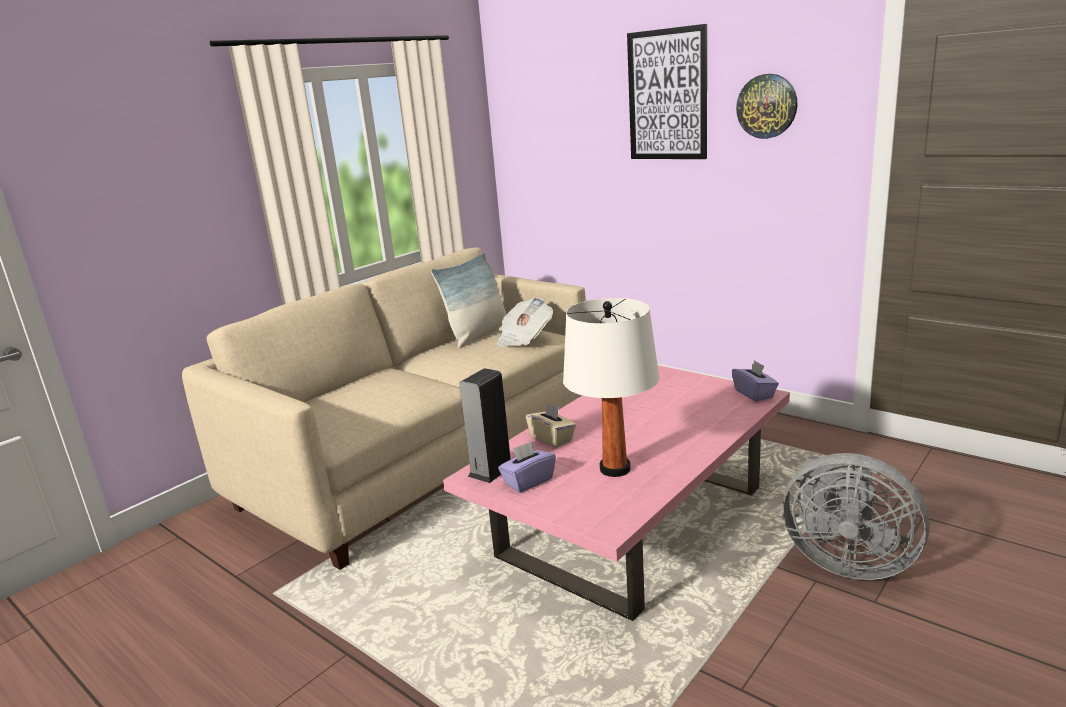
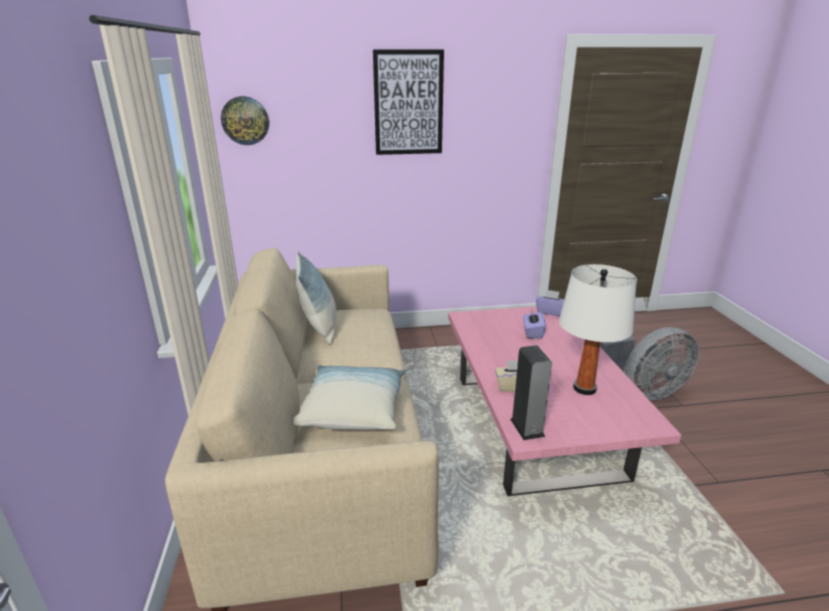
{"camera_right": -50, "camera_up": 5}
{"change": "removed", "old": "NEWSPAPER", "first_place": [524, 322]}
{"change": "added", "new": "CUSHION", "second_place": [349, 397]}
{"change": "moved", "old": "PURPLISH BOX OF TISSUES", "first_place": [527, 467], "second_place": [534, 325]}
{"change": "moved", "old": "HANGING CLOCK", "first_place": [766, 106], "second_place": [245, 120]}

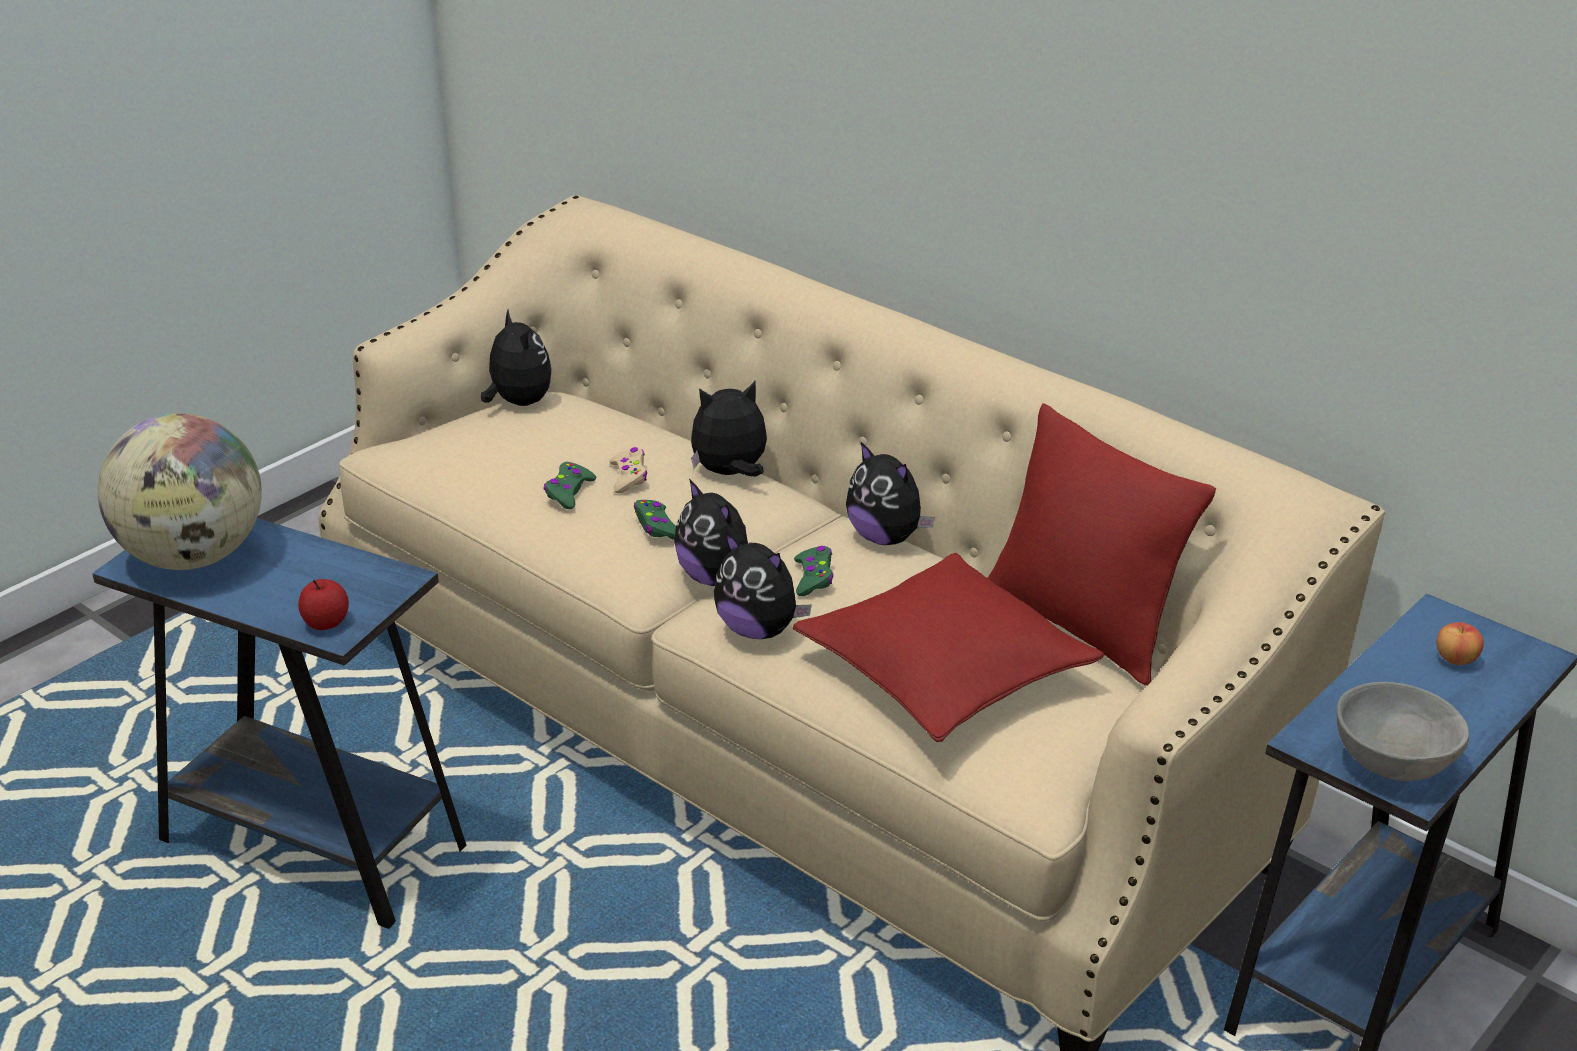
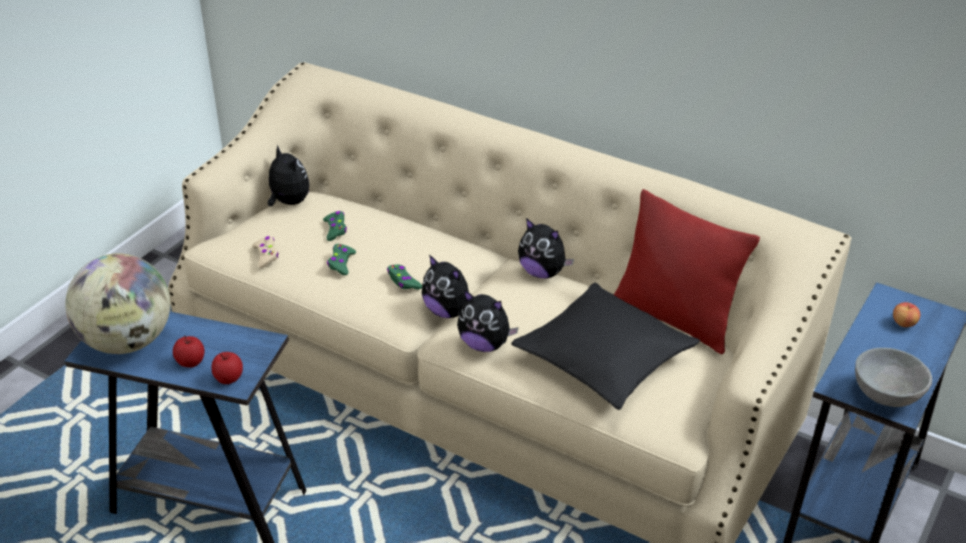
{"camera_right": -10, "camera_up": 5}
{"change": "removed", "old": "SOFT TOY", "first_place": [729, 429]}
{"change": "added", "new": "APPLE", "second_place": [189, 351]}
{"change": "moved", "old": "BEIGE-COLOURED JOYPAD", "first_place": [628, 470], "second_place": [265, 252]}
{"change": "moved", "old": "GREEN JOYPAD", "first_place": [813, 571], "second_place": [335, 226]}
{"change": "recoloured", "old": "RED CUSHION", "new": "BLACK-COLOURED CUSHION", "first_place": [948, 647], "second_place": [605, 346]}

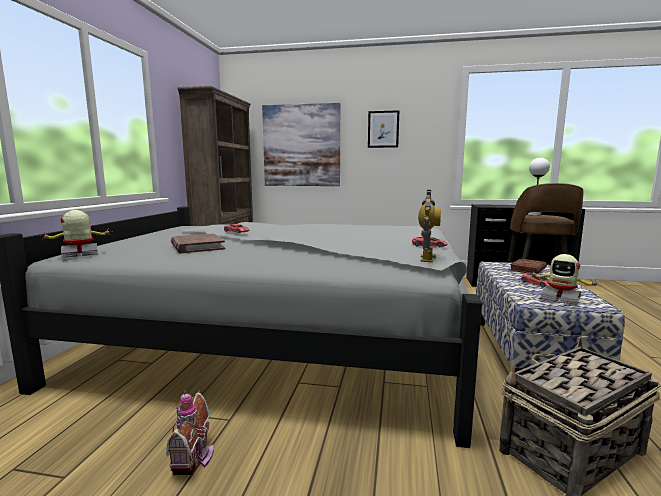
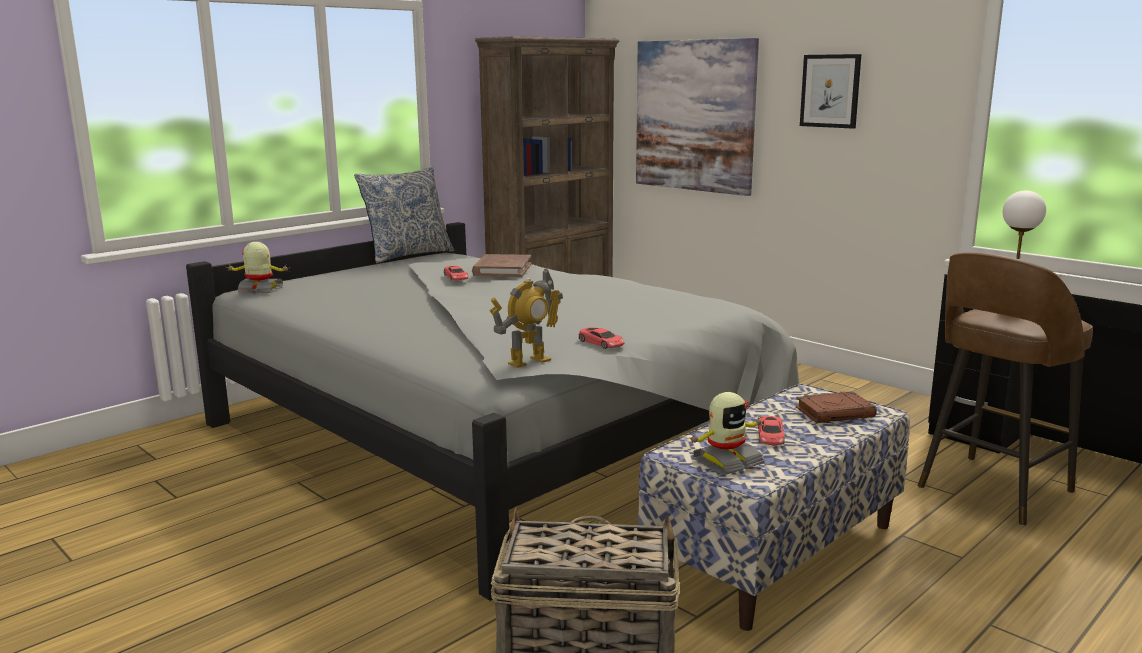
{"camera_right": 35, "camera_up": 5}
{"change": "removed", "old": "MINIATURE HOUSE", "first_place": [190, 433]}
{"change": "added", "new": "CUSHION", "second_place": [404, 215]}
{"change": "moved", "old": "BROWN-COLOURED BOOK", "first_place": [198, 243], "second_place": [501, 265]}
{"change": "turned", "old": "MODEL ROBOT", "first_place": [564, 279], "second_place": [725, 433], "degrees": -105}

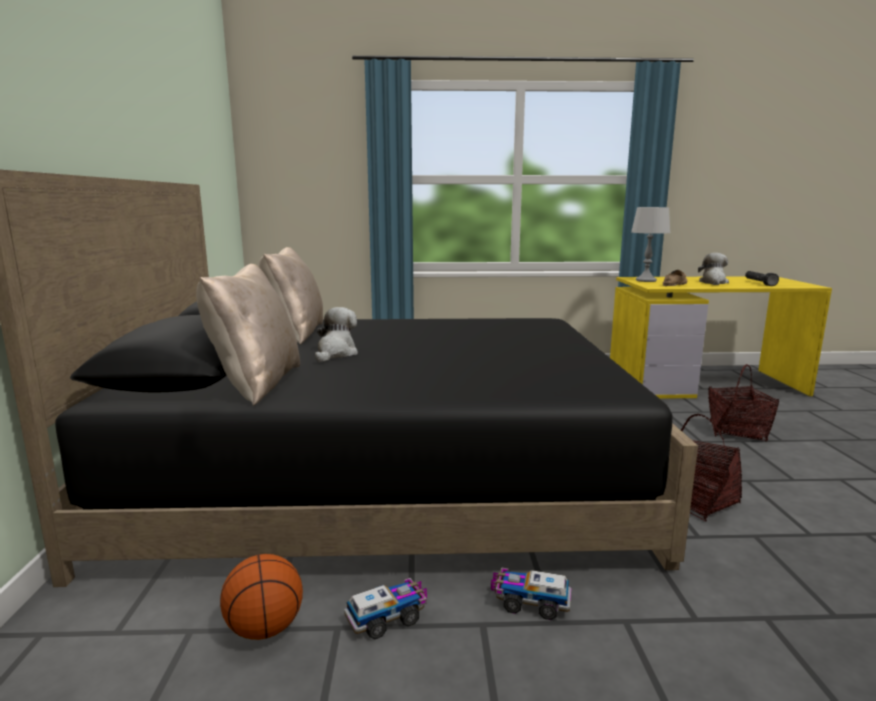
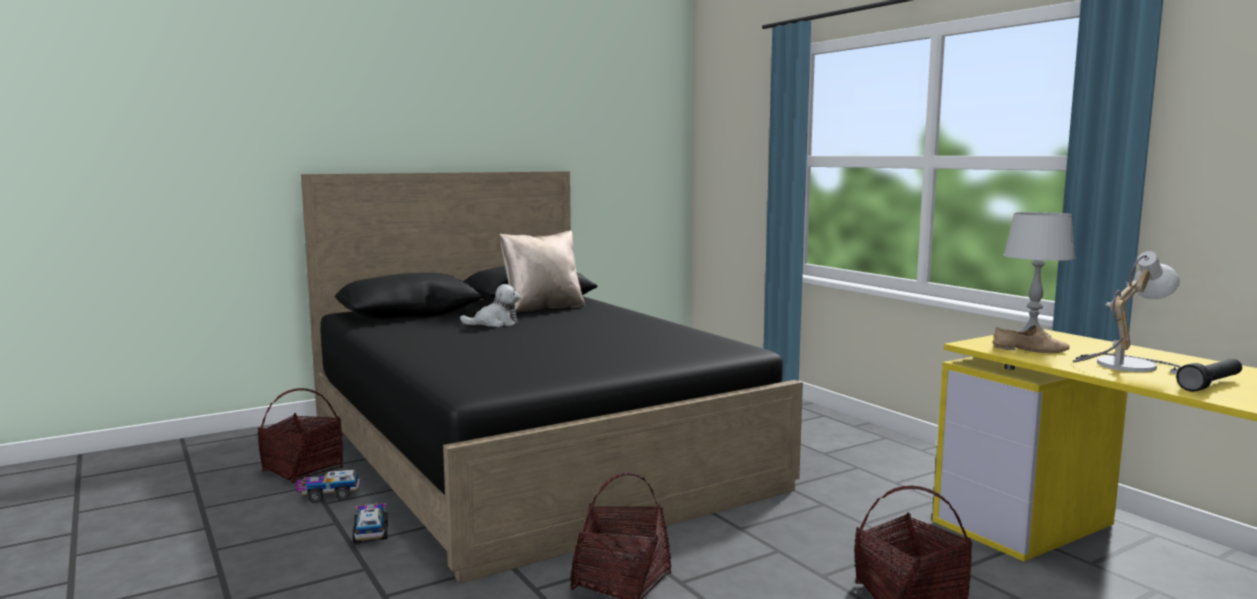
{"camera_right": 60, "camera_up": -5}
{"change": "removed", "old": "BEIGE-COLOURED CUSHION", "first_place": [248, 335]}
{"change": "replaced", "old": "BALL FOR BASKETBALL", "new": "STORAGE BASKET", "first_place": [261, 597], "second_place": [300, 435]}
{"change": "replaced", "old": "SOFT TOY", "new": "TABLETOP LAMP", "first_place": [713, 269], "second_place": [1127, 312]}
{"change": "turned", "old": "TOY LORRY", "first_place": [385, 609], "second_place": [328, 486], "degrees": 135}

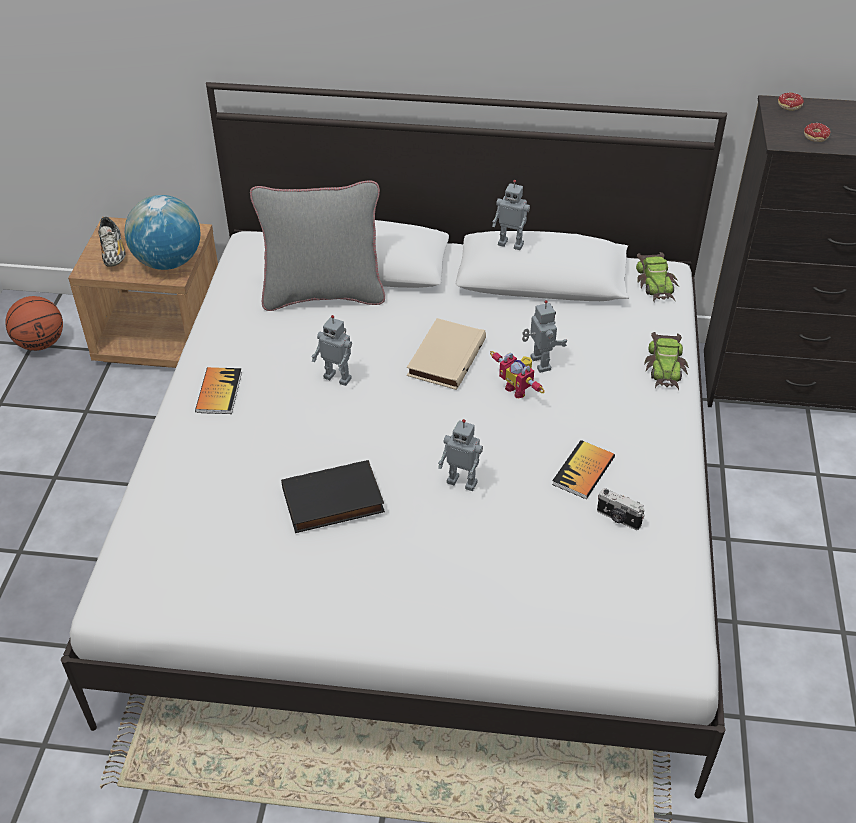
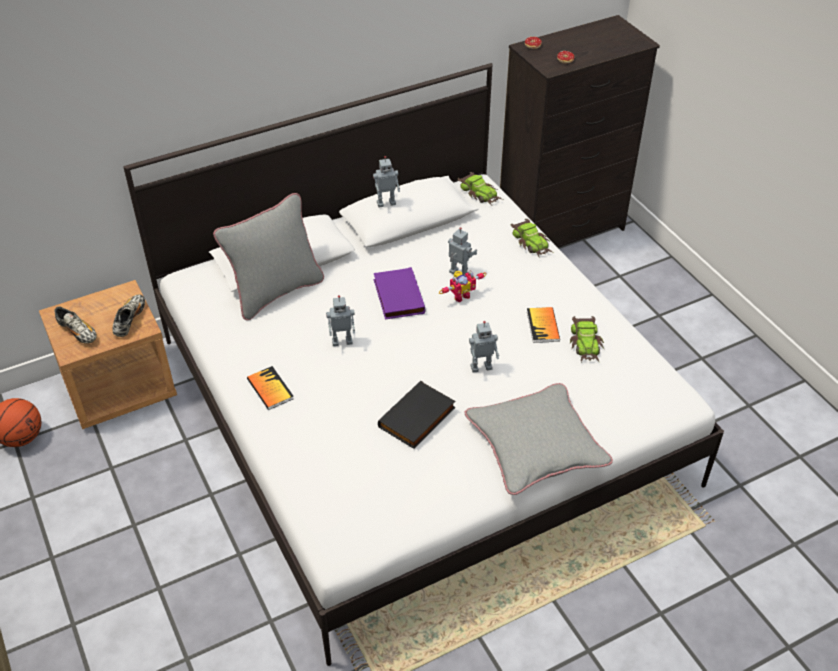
{"camera_right": -35, "camera_up": 0}
{"change": "added", "new": "GREYISH CUSHION", "second_place": [539, 439]}
{"change": "replaced", "old": "WORLD GLOBE", "new": "ITEM OF FOOTWEAR", "first_place": [163, 232], "second_place": [128, 315]}
{"change": "replaced", "old": "PHOTO CAMERA", "new": "TOY CAR", "first_place": [621, 509], "second_place": [587, 339]}
{"change": "recoloured", "old": "BEIGE-COLOURED BOOK", "new": "PURPLISH BOOK", "first_place": [446, 354], "second_place": [400, 293]}
{"change": "turned", "old": "MODEL ROBOT", "first_place": [517, 374], "second_place": [463, 286], "degrees": -45}

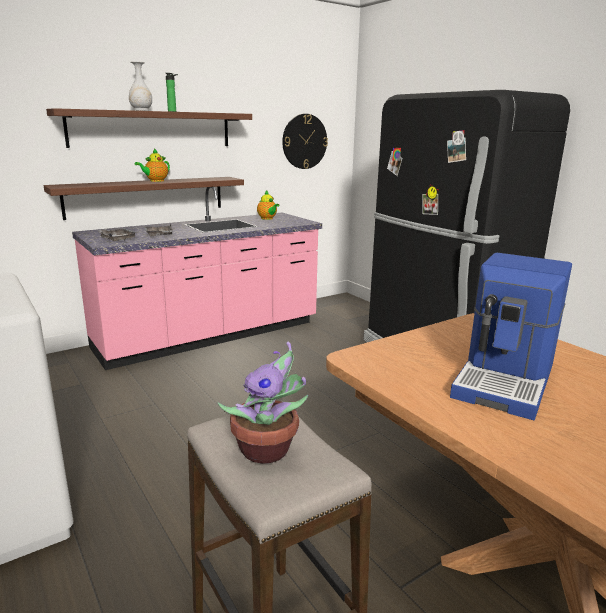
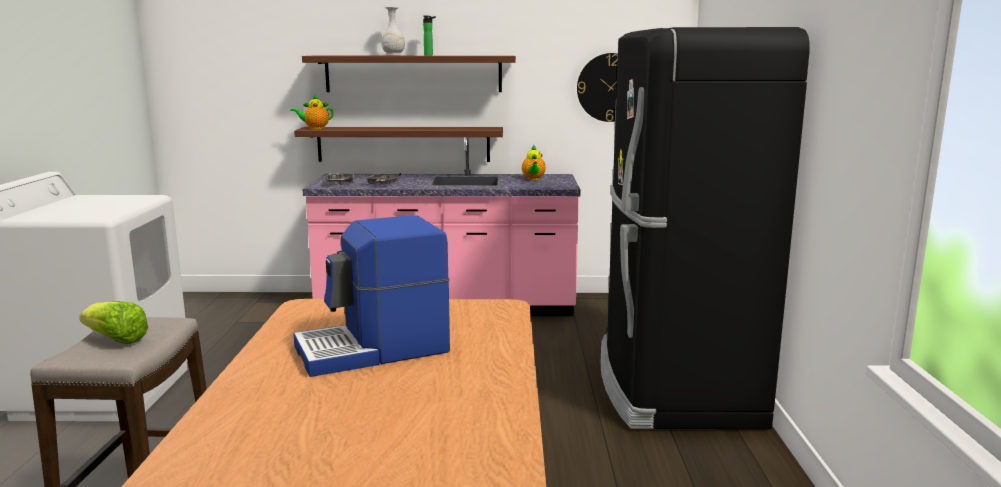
{"camera_right": 35, "camera_up": -5}
{"change": "moved", "old": "POT FOR TEA", "first_place": [152, 165], "second_place": [312, 111]}
{"change": "replaced", "old": "HOUSEPLANT", "new": "HEAD OF LETTUCE", "first_place": [263, 403], "second_place": [113, 322]}

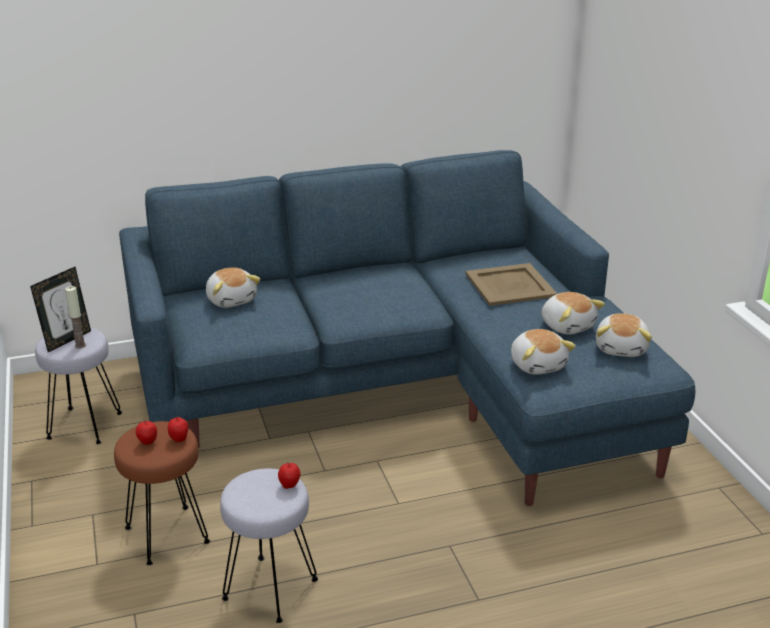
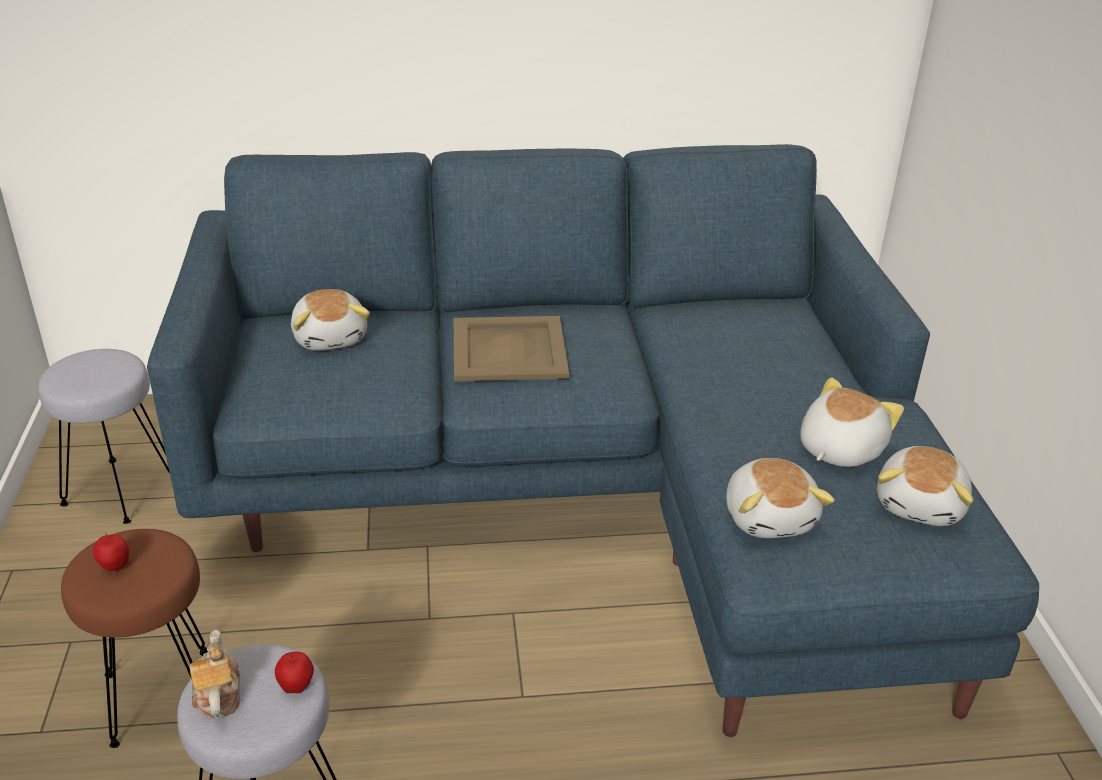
{"camera_right": 10, "camera_up": 5}
{"change": "removed", "old": "PICTURE FRAME", "first_place": [60, 309]}
{"change": "removed", "old": "WAX CANDLE", "first_place": [75, 317]}
{"change": "removed", "old": "APPLE", "first_place": [178, 429]}
{"change": "added", "new": "POT FOR TEA", "second_place": [215, 674]}
{"change": "moved", "old": "BEIGE-COLOURED SERVING TRAY", "first_place": [511, 284], "second_place": [511, 348]}
{"change": "turned", "old": "SOFT TOY", "first_place": [573, 313], "second_place": [852, 422], "degrees": -120}

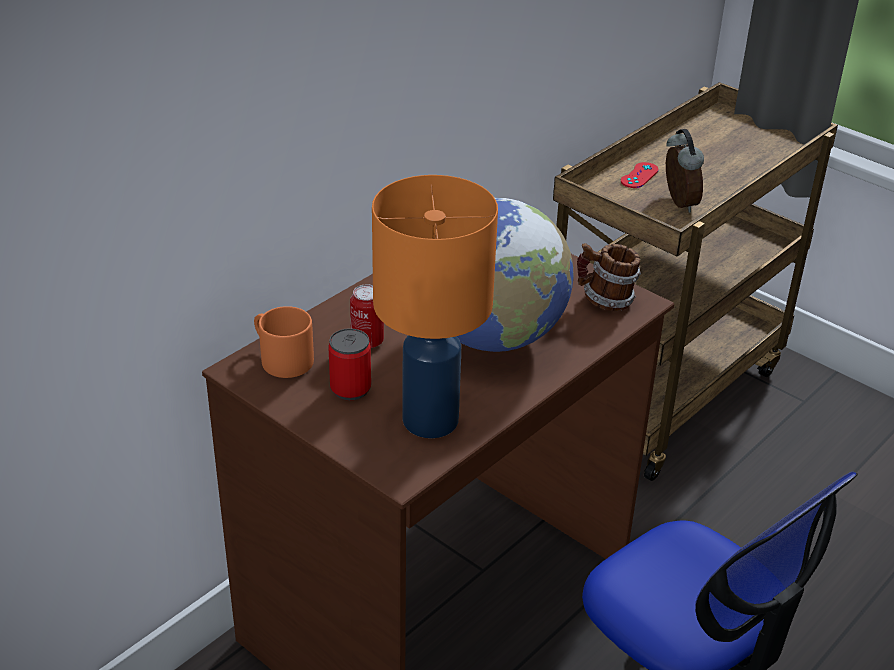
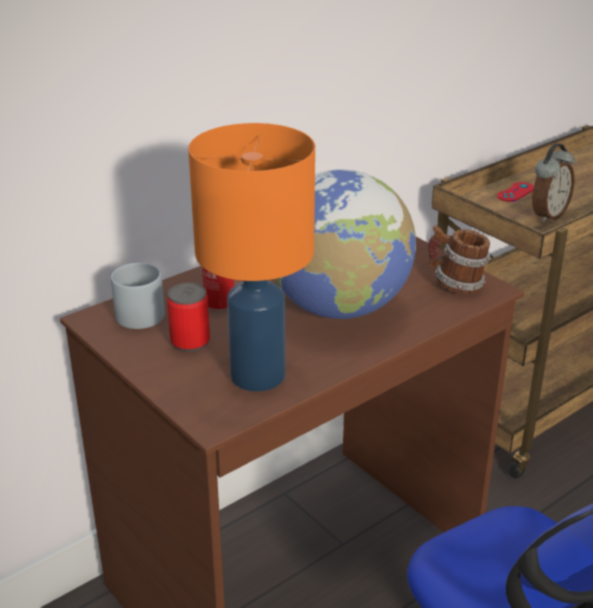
{"camera_right": 10, "camera_up": -5}
{"change": "recoloured", "old": "ORANGEY MUG", "new": "GREYISH MUG", "first_place": [284, 342], "second_place": [138, 296]}
{"change": "turned", "old": "ALARM CLOCK", "first_place": [685, 171], "second_place": [553, 183], "degrees": 45}

